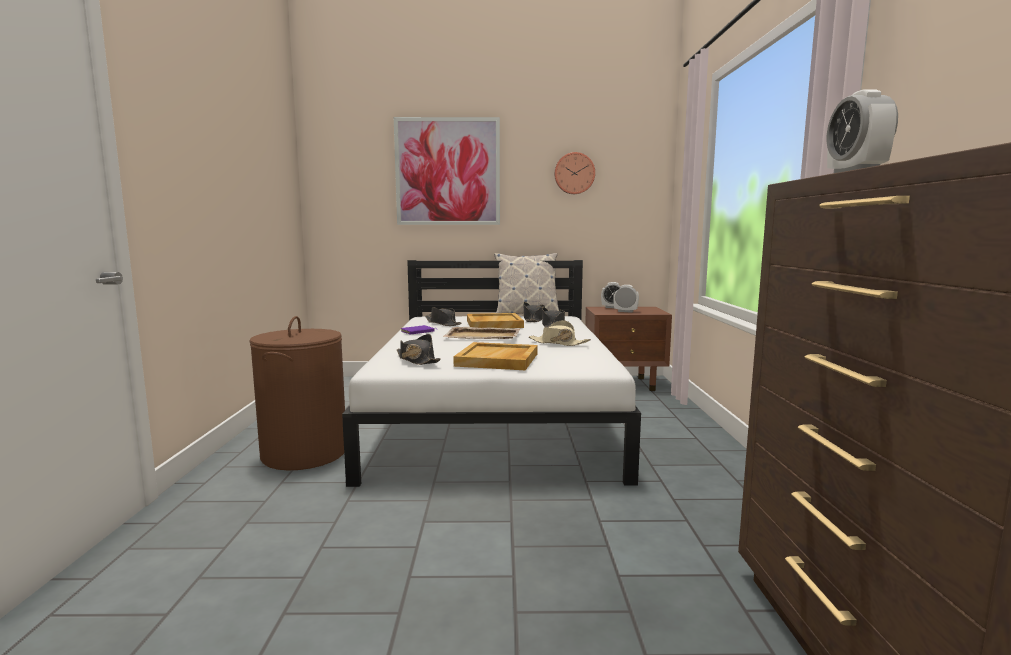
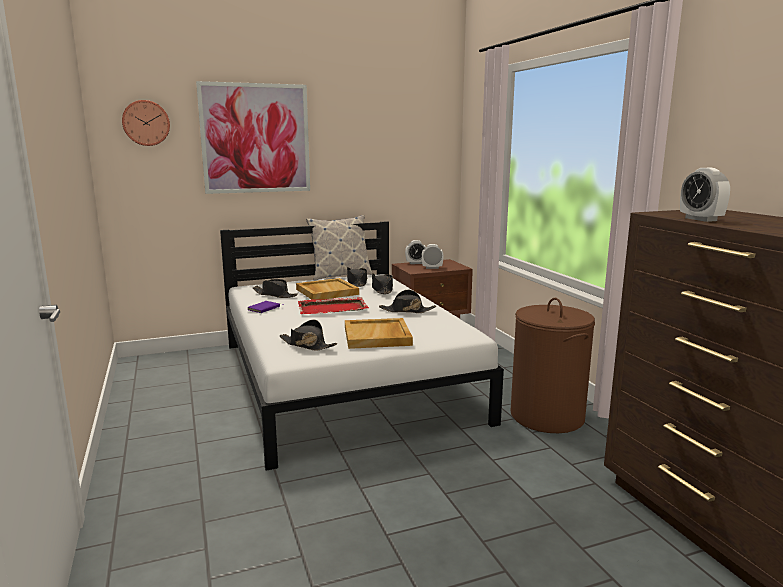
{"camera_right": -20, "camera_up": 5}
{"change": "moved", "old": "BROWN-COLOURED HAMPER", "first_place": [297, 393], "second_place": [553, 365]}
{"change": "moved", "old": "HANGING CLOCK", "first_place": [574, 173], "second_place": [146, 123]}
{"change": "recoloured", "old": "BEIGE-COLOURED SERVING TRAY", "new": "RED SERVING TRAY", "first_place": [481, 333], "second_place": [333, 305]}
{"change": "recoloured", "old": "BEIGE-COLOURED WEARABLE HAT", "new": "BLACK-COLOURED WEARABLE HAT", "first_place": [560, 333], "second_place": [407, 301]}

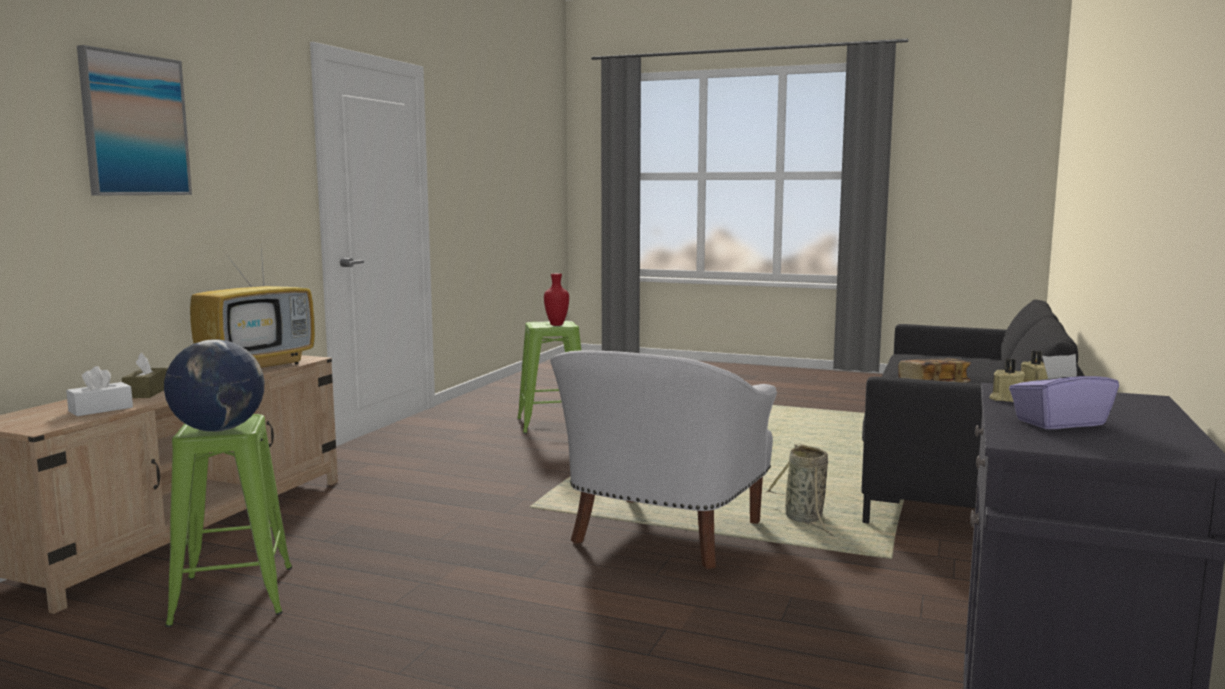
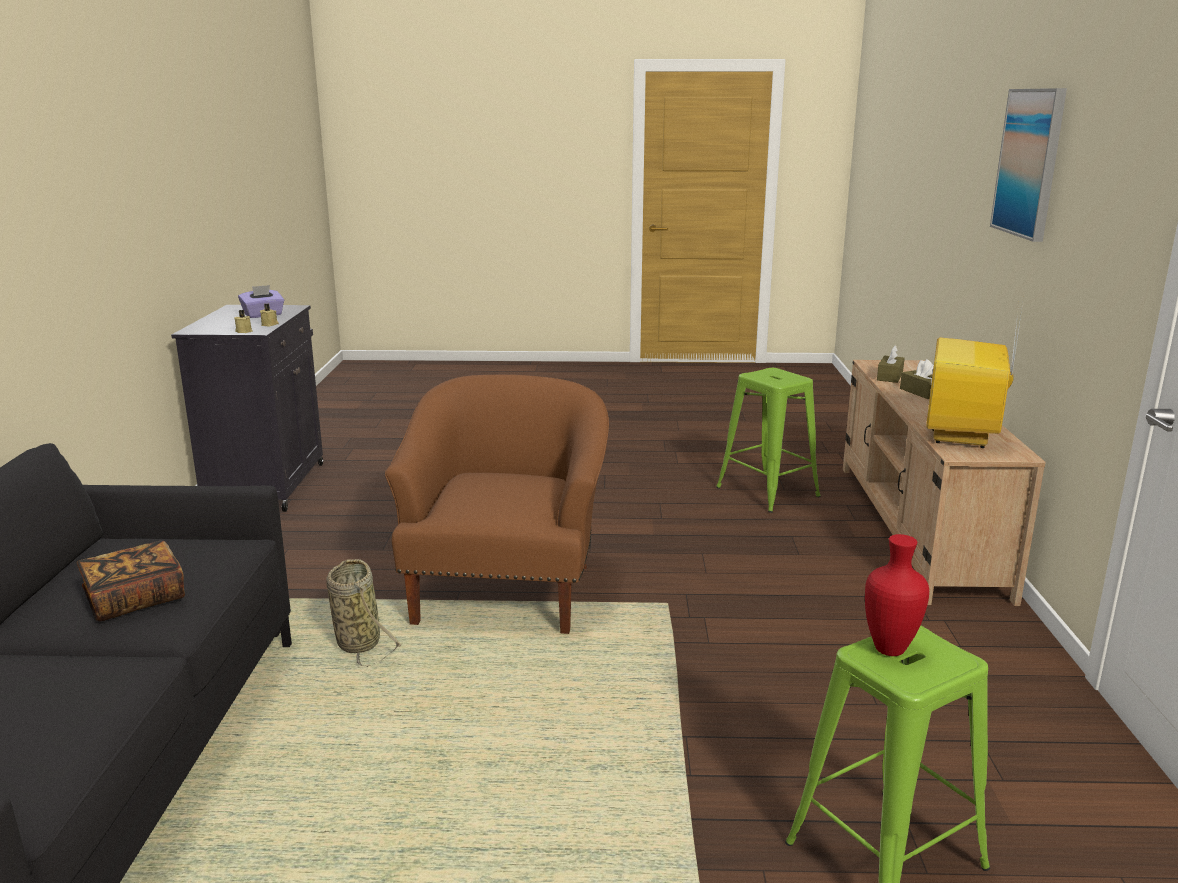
{"camera_right": 160, "camera_up": 10}
{"change": "removed", "old": "WORLD GLOBE", "first_place": [214, 385]}
{"change": "recoloured", "old": "WHITISH BOX OF TISSUES", "new": "BROWN-COLOURED BOX OF TISSUES", "first_place": [99, 391], "second_place": [891, 364]}
{"change": "recoloured", "old": "WHITISH ARMCHAIR", "new": "BROWN-COLOURED ARMCHAIR", "first_place": [663, 459], "second_place": [497, 504]}

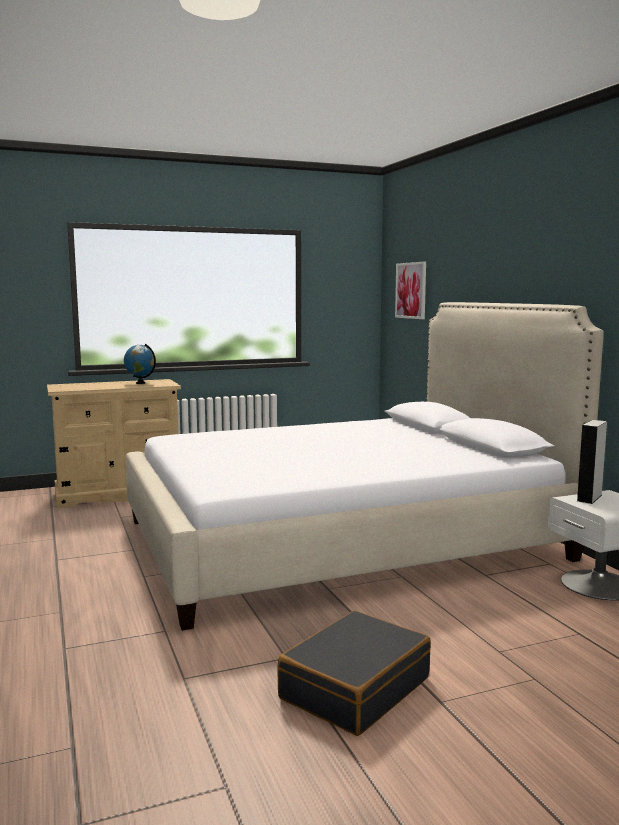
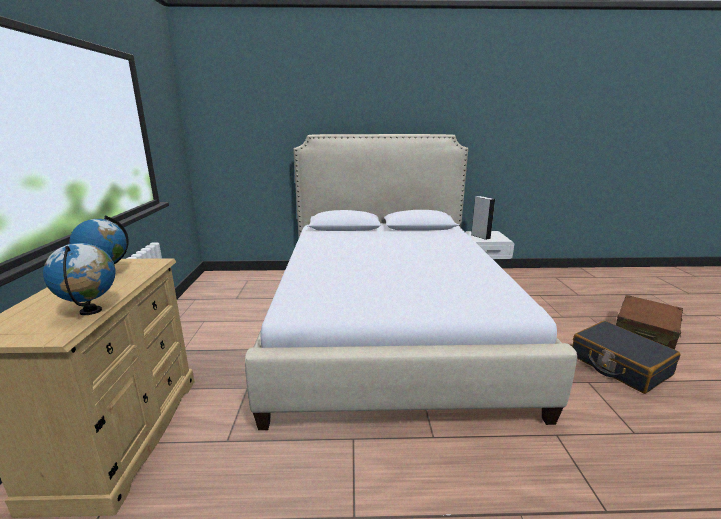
{"camera_right": -70, "camera_up": 10}
{"change": "removed", "old": "WALL PICTURE", "first_place": [410, 290]}
{"change": "added", "new": "WORLD GLOBE", "second_place": [79, 279]}
{"change": "added", "new": "BROWN-COLOURED TRAVEL CASE", "second_place": [649, 322]}

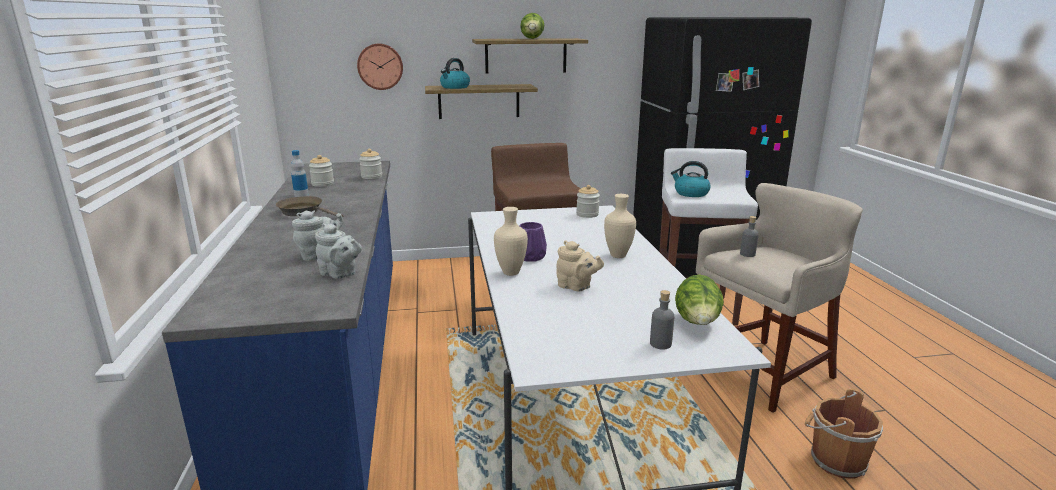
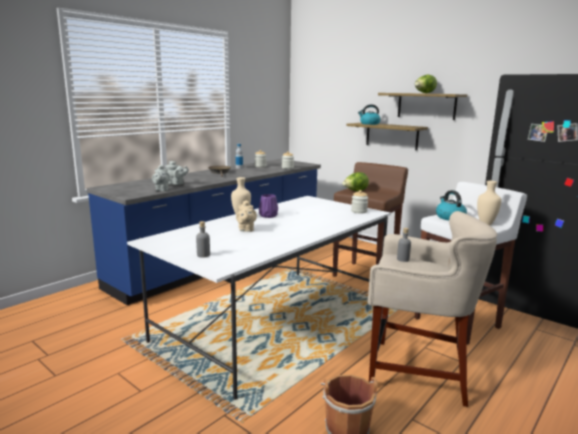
{"camera_right": 50, "camera_up": -5}
{"change": "removed", "old": "HANGING CLOCK", "first_place": [380, 66]}
{"change": "moved", "old": "BEIGE-COLOURED DECORATIVE VASE", "first_place": [620, 226], "second_place": [489, 203]}
{"change": "moved", "old": "HEAD OF LETTUCE", "first_place": [699, 299], "second_place": [355, 181]}

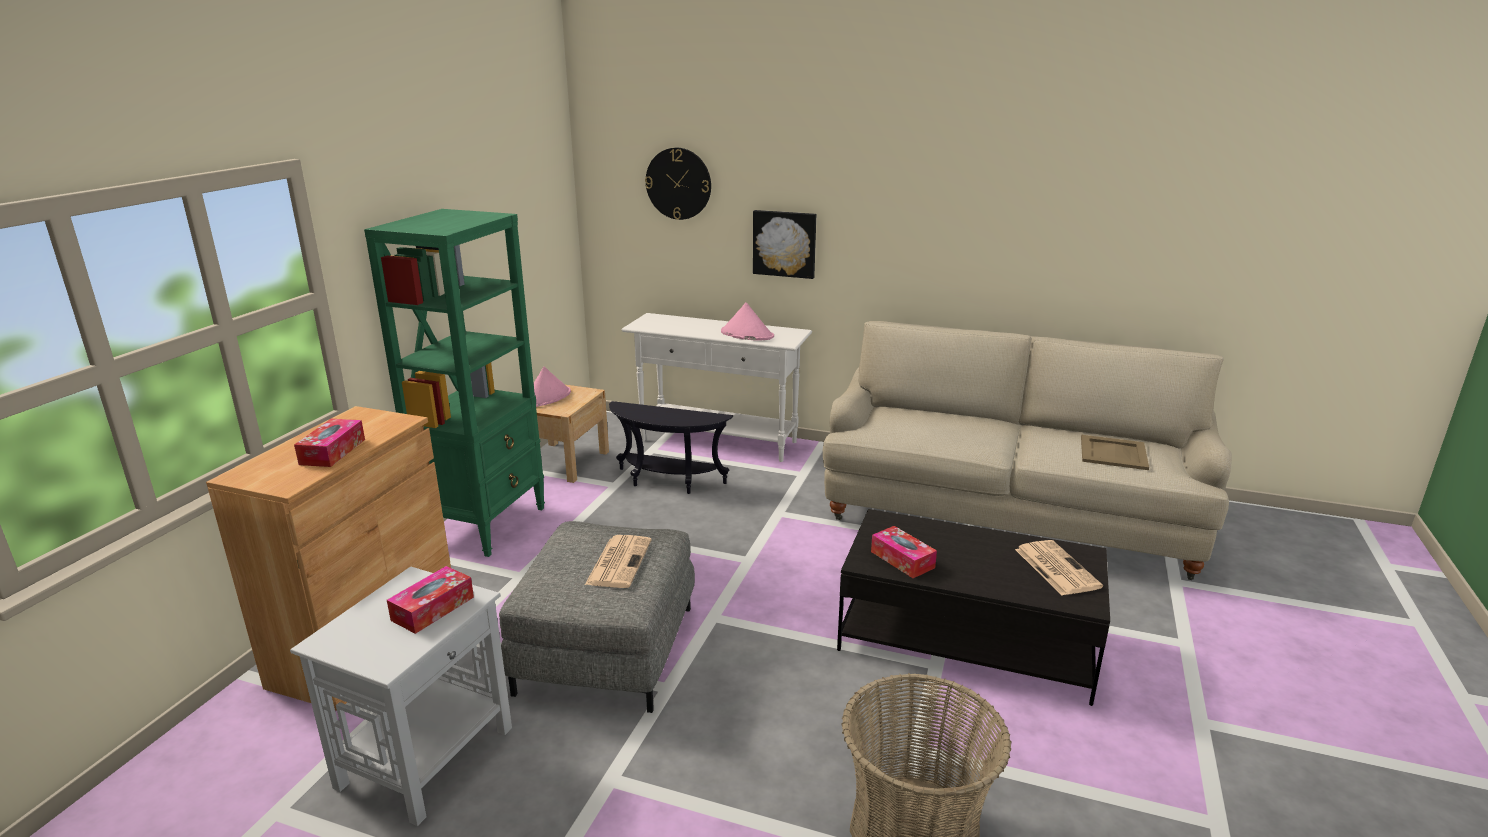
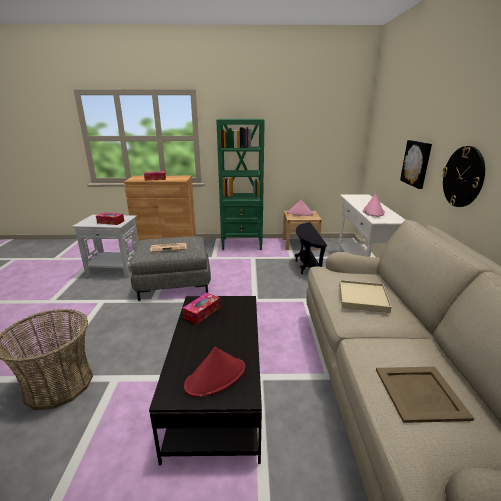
{"camera_right": 70, "camera_up": 0}
{"change": "added", "new": "BEIGE-COLOURED SERVING TRAY", "second_place": [365, 296]}
{"change": "moved", "old": "HANGING CLOCK", "first_place": [678, 184], "second_place": [463, 176]}
{"change": "replaced", "old": "NEWSPAPER", "new": "RED WEARABLE HAT", "first_place": [1059, 567], "second_place": [214, 372]}

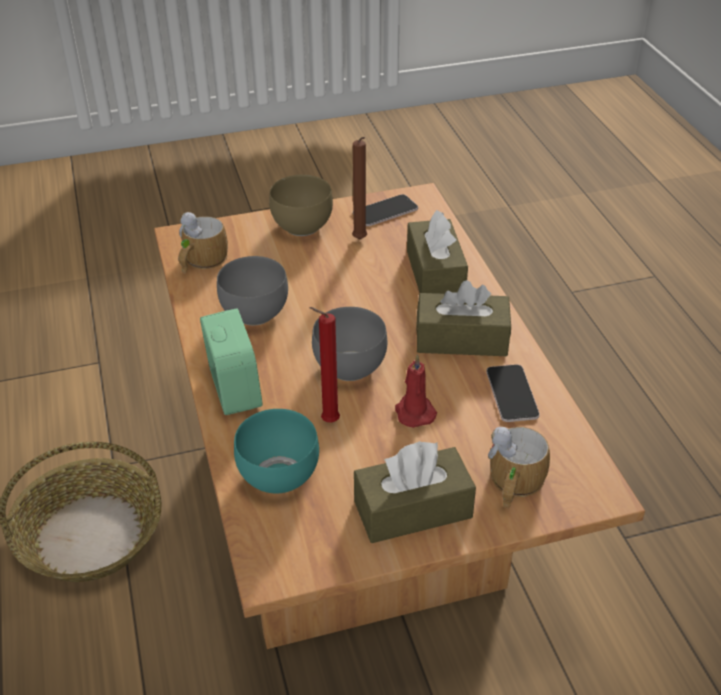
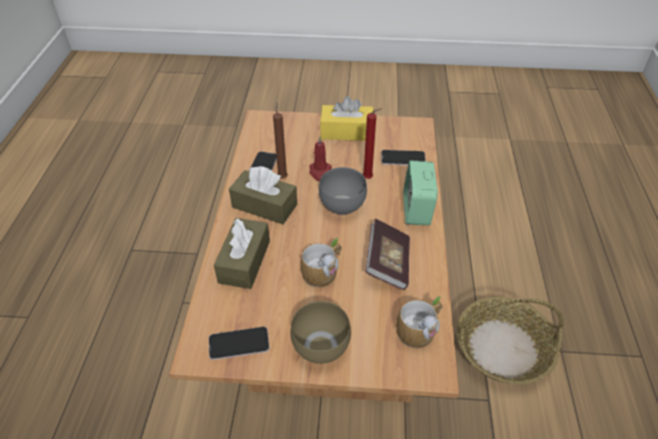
{"camera_right": -160, "camera_up": 5}
{"change": "moved", "old": "BROWN-COLOURED WAX CANDLE", "first_place": [359, 188], "second_place": [280, 140]}
{"change": "moved", "old": "MUG", "first_place": [519, 467], "second_place": [321, 263]}
{"change": "replaced", "old": "GREYISH SERVING BOWL", "new": "BOOK", "first_place": [252, 290], "second_place": [387, 254]}
{"change": "replaced", "old": "BLUE-GREEN SERVING BOWL", "new": "TELEPHONE", "first_place": [276, 451], "second_place": [403, 157]}
{"change": "recoloured", "old": "BROWN-COLOURED BOX OF TISSUES", "new": "YELLOW BOX OF TISSUES", "first_place": [415, 492], "second_place": [346, 118]}

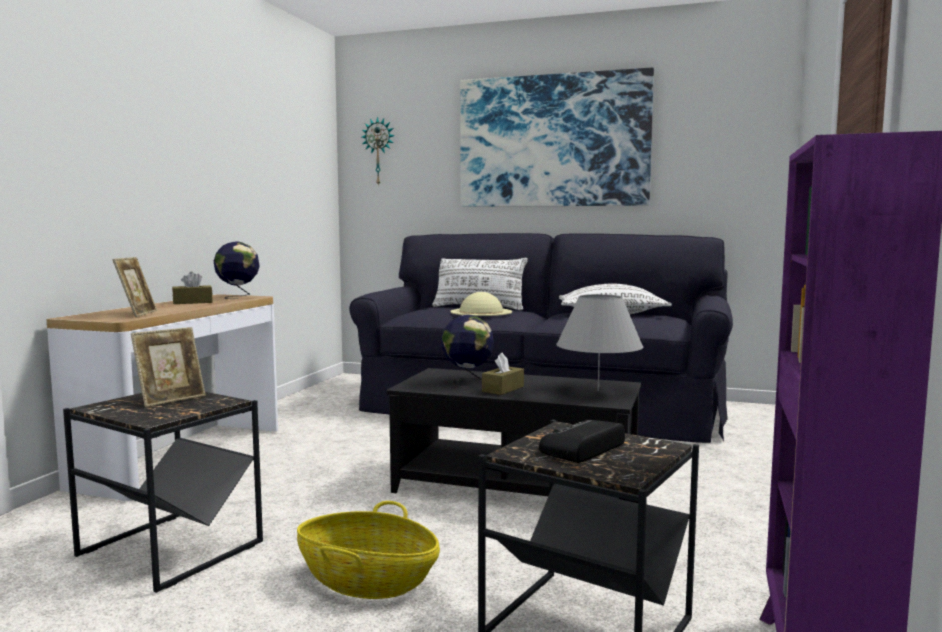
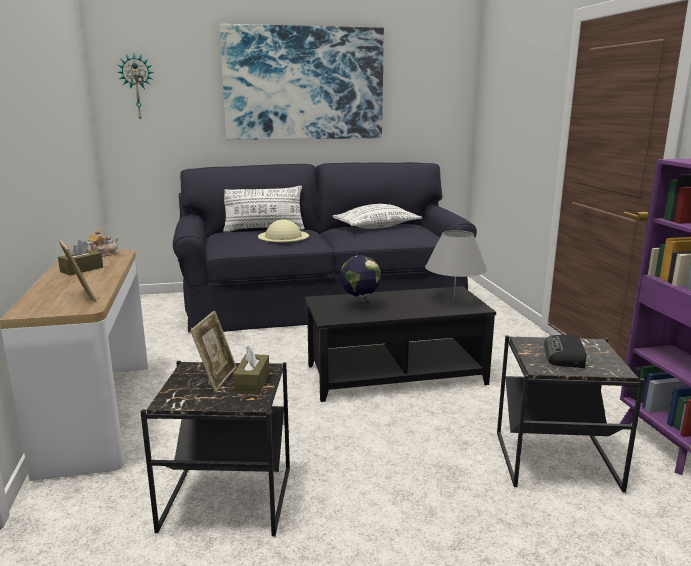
{"camera_right": -30, "camera_up": 10}
{"change": "removed", "old": "STORAGE BASKET", "first_place": [368, 550]}
{"change": "moved", "old": "BROWN-COLOURED BOX OF TISSUES", "first_place": [503, 374], "second_place": [251, 369]}
{"change": "replaced", "old": "WORLD GLOBE", "new": "POT FOR TEA", "first_place": [237, 270], "second_place": [103, 243]}

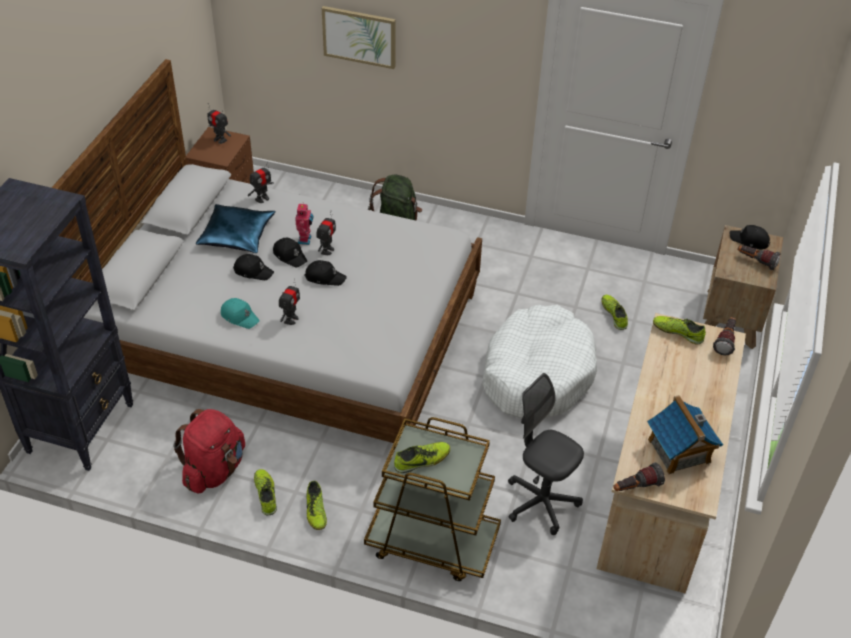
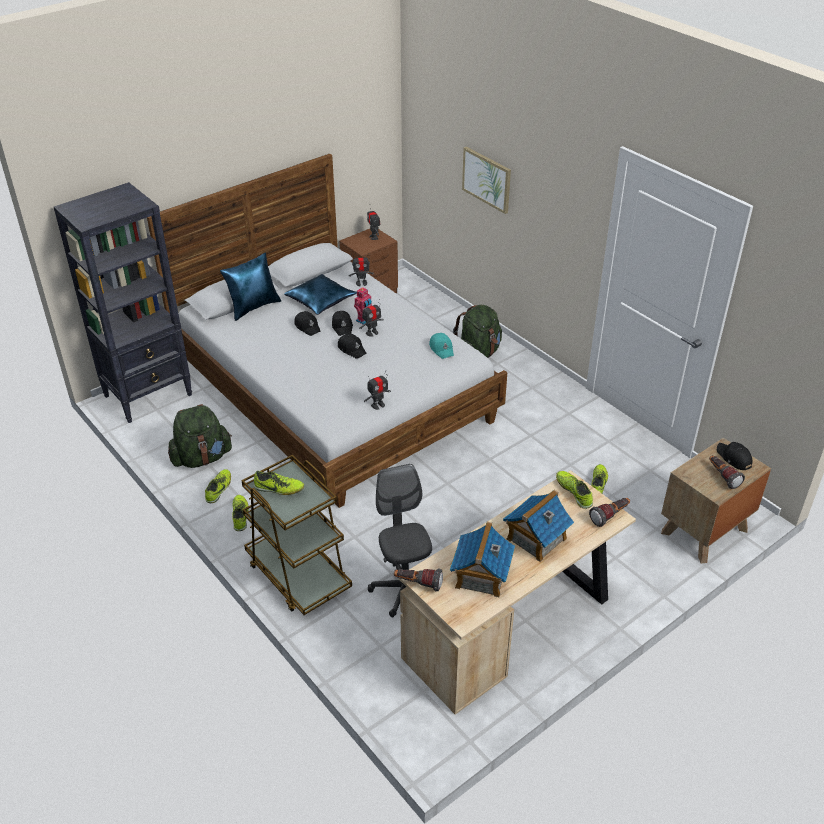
{"camera_right": 35, "camera_up": -5}
{"change": "removed", "old": "WHITISH DOG CUSHION", "first_place": [539, 361]}
{"change": "added", "new": "BLUE-COLOURED CUSHION", "second_place": [250, 287]}
{"change": "added", "new": "MINIATURE HOUSE", "second_place": [538, 526]}
{"change": "moved", "old": "BLUE-GREEN CAP", "first_place": [240, 313], "second_place": [441, 346]}
{"change": "moved", "old": "MODEL ROBOT", "first_place": [289, 301], "second_place": [377, 390]}
{"change": "recoloured", "old": "RED KNAPSACK", "new": "GREEN KNAPSACK", "first_place": [209, 451], "second_place": [200, 436]}
{"change": "turned", "old": "ITEM OF FOOTWEAR", "first_place": [316, 505], "second_place": [240, 513], "degrees": 150}

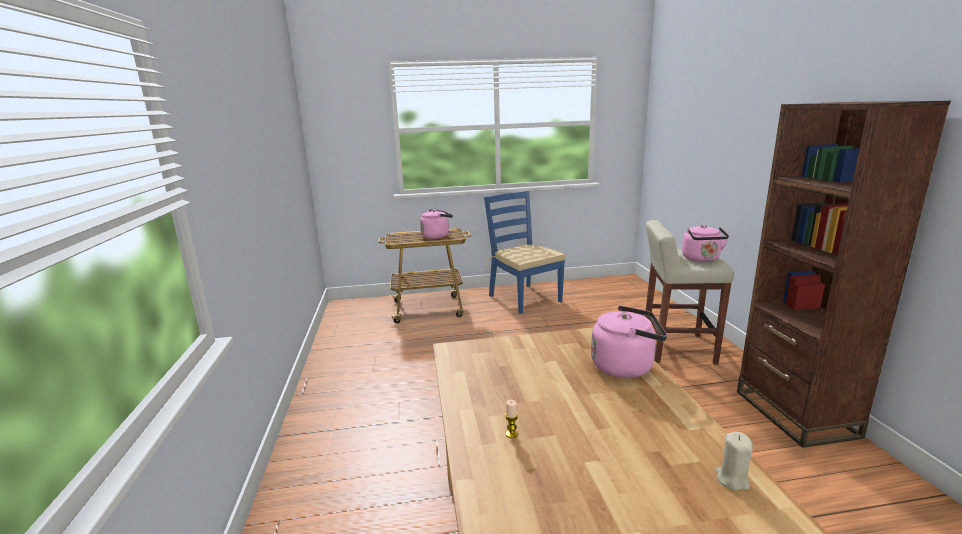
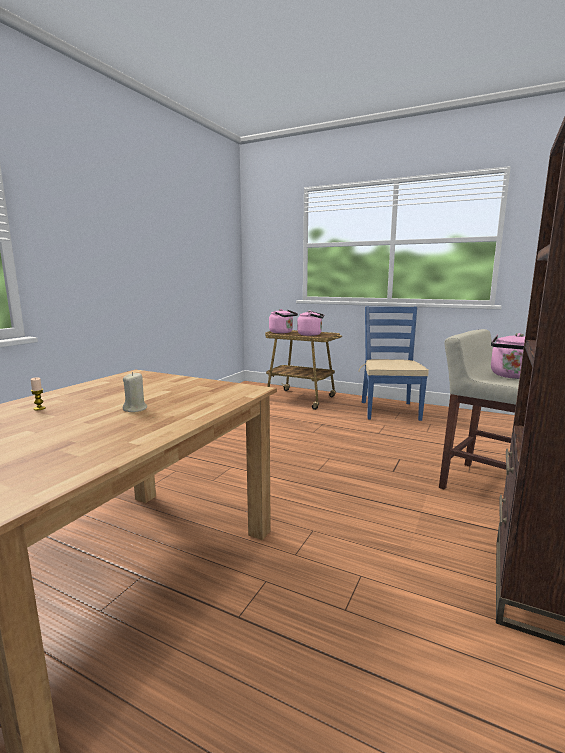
{"camera_right": 35, "camera_up": -5}
{"change": "moved", "old": "PINKISH KETTLE", "first_place": [629, 342], "second_place": [283, 321]}
{"change": "moved", "old": "BEIGE-COLOURED WAX CANDLE", "first_place": [734, 461], "second_place": [135, 392]}

